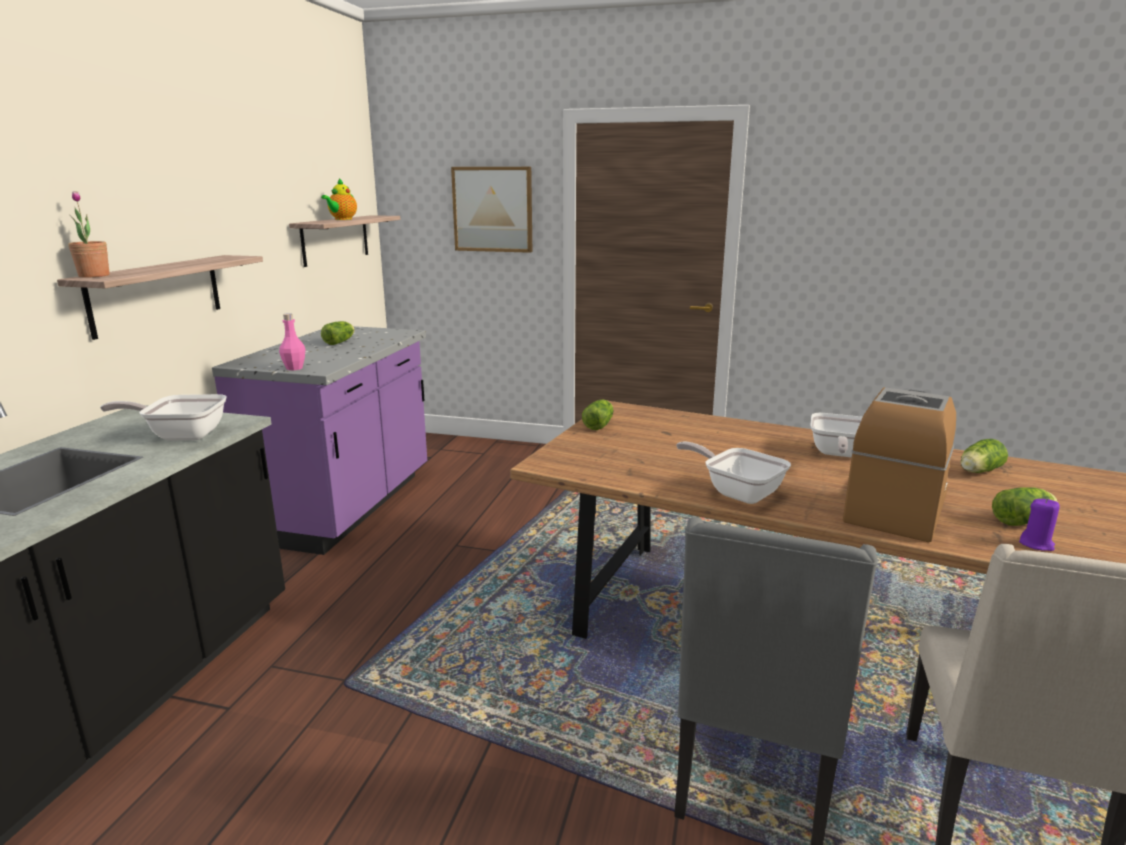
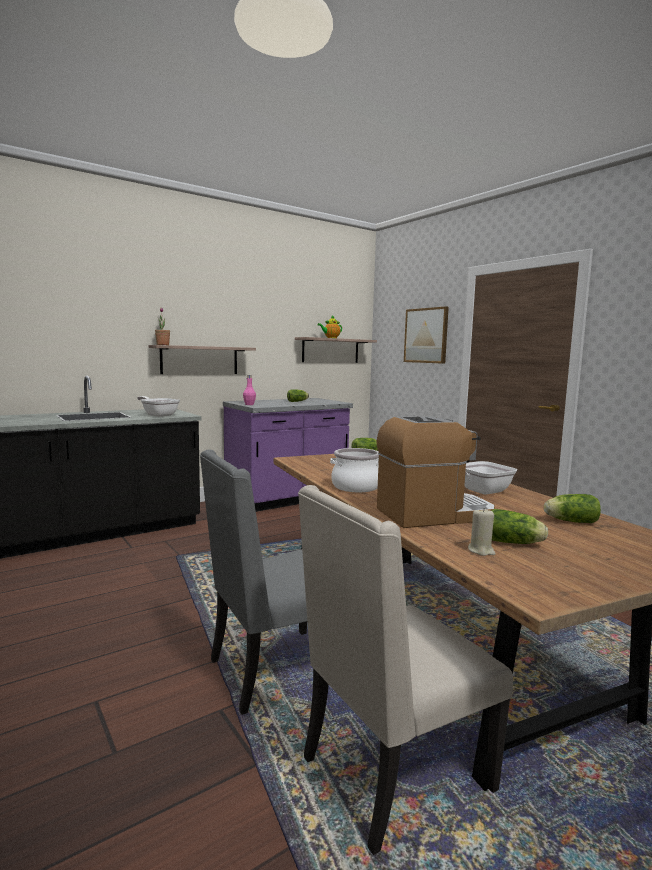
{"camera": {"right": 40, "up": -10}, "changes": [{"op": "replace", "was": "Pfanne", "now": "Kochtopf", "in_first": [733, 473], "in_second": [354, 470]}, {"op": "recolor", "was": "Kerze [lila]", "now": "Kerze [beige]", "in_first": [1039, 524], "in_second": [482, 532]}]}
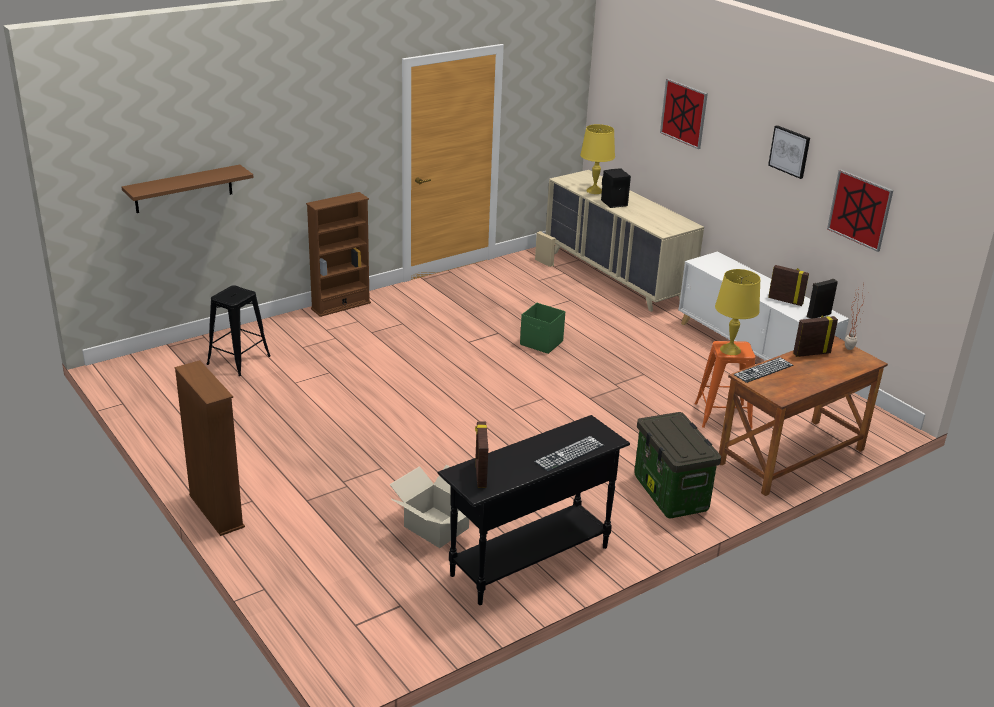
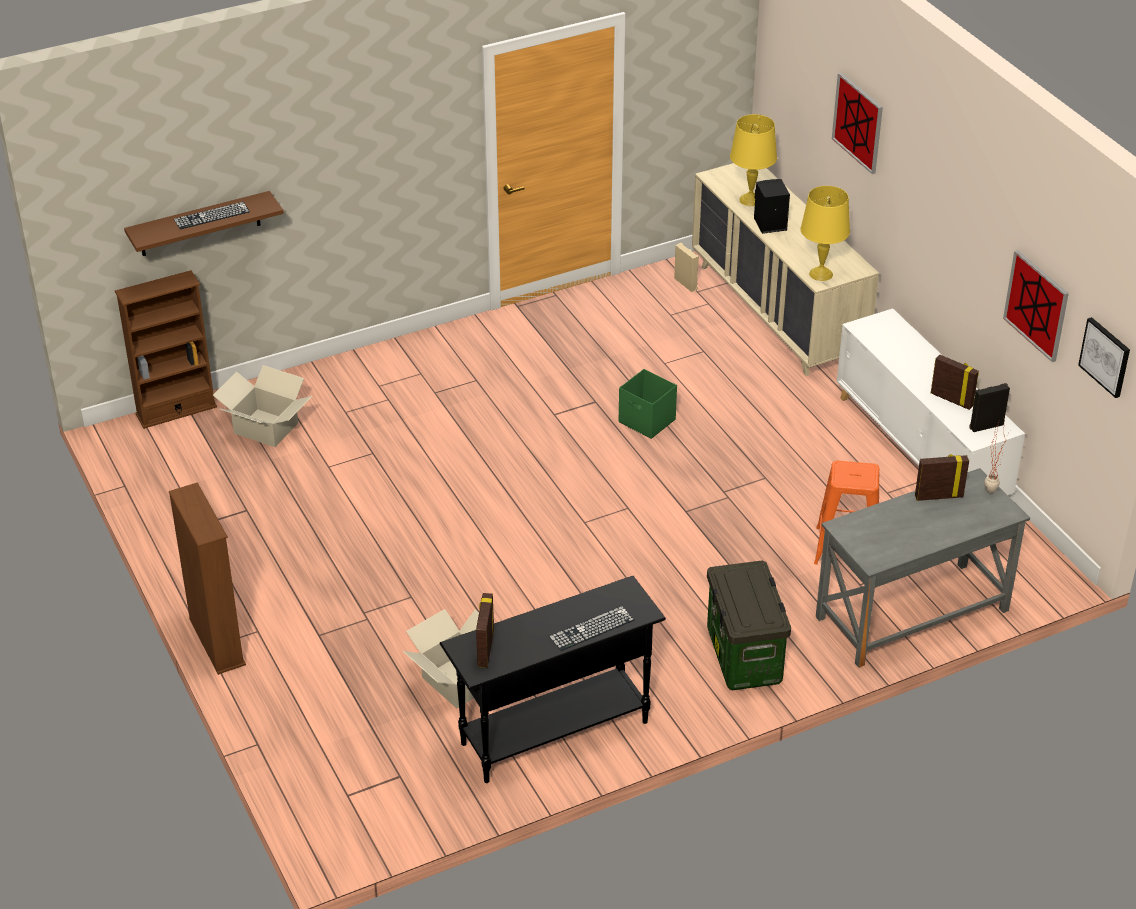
{"camera": {"right": 10, "up": 10}, "changes": [{"op": "move", "was": "Bild", "in_first": [789, 152], "in_second": [1104, 357]}, {"op": "move", "was": "Bücherregal [braun]", "in_first": [338, 254], "in_second": [166, 349]}, {"op": "move", "was": "Tischlampe [gelb]", "in_first": [737, 312], "in_second": [825, 233]}, {"op": "replace", "was": "Hocker [schwarz]", "now": "Karton", "in_first": [239, 330], "in_second": [262, 406]}, {"op": "recolor", "was": "Schreibtisch [braun]", "now": "Schreibtisch [grau]", "in_first": [803, 416], "in_second": [923, 568]}, {"op": "move", "was": "Tastatur", "in_first": [763, 370], "in_second": [212, 215]}]}
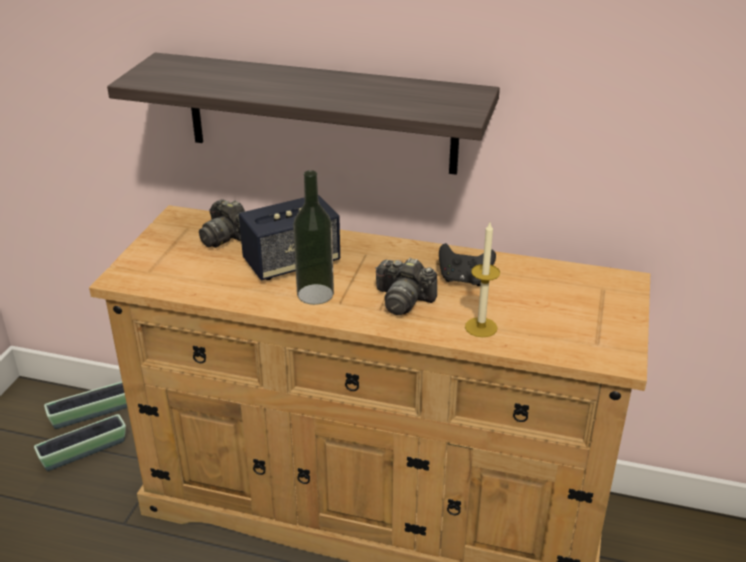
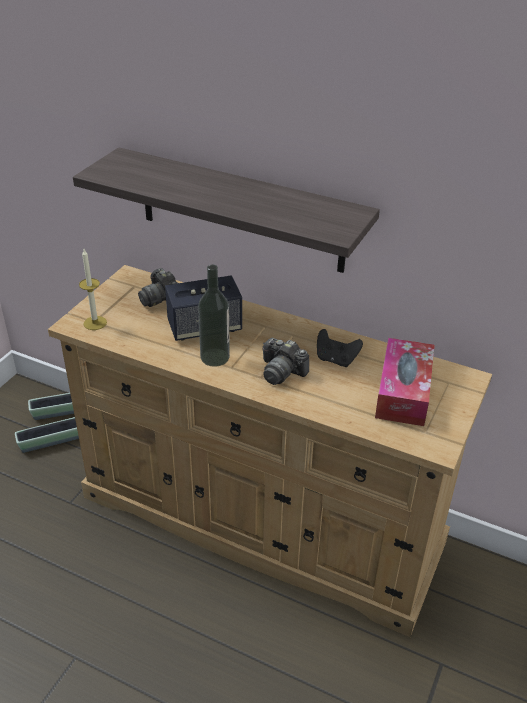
{"camera": {"right": 10, "up": 5}, "changes": [{"op": "move", "was": "Kerze", "in_first": [482, 280], "in_second": [93, 289]}, {"op": "insert", "now": "Taschentuchbox", "in_second": [405, 382]}]}
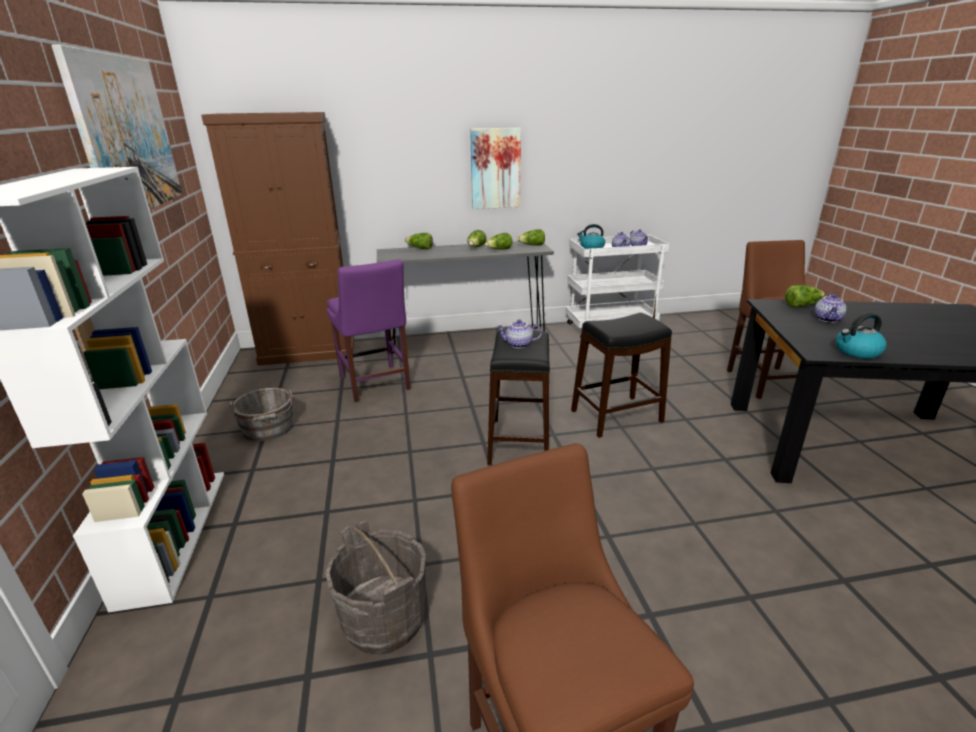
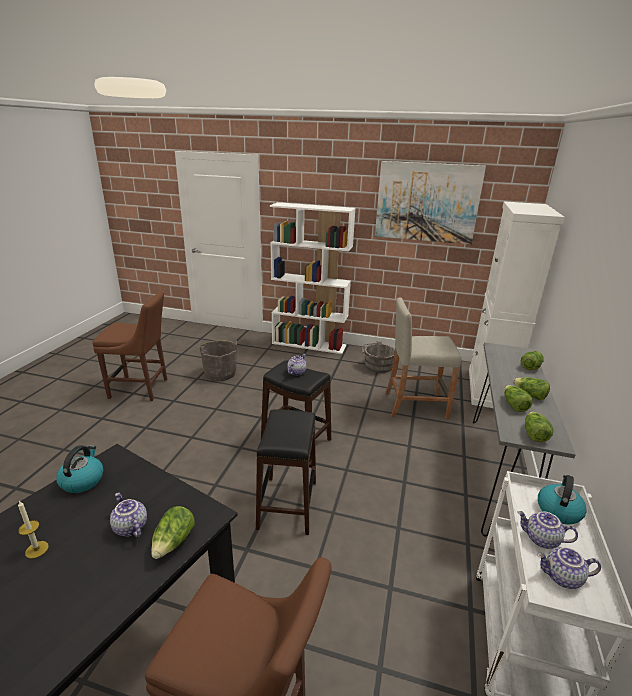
{"camera": {"right": 115, "up": 0}, "changes": [{"op": "recolor", "was": "Schrank [braun]", "now": "Schrank [weiß]", "in_first": [277, 239], "in_second": [517, 304]}, {"op": "delete", "was": "Bild", "in_first": [495, 168]}, {"op": "replace", "was": "Stuhl [lila]", "now": "Hocker [beige]", "in_first": [369, 330], "in_second": [423, 358]}, {"op": "insert", "now": "Kerze", "in_second": [33, 530]}]}
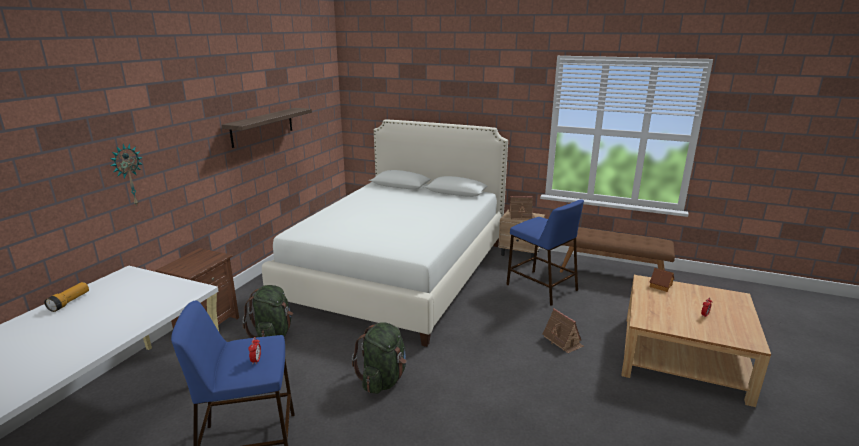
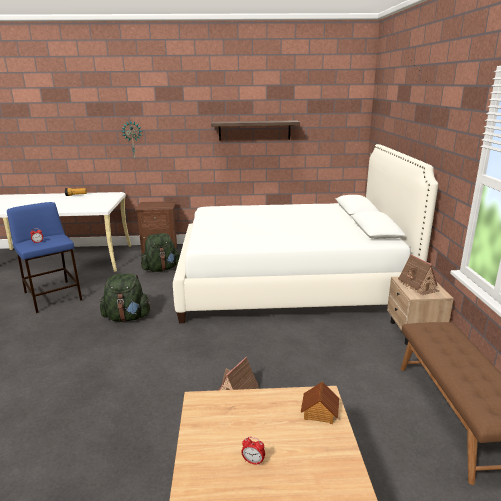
{"camera": {"right": 65, "up": 0}, "changes": [{"op": "delete", "was": "Hocker [blau]", "in_first": [545, 252]}]}
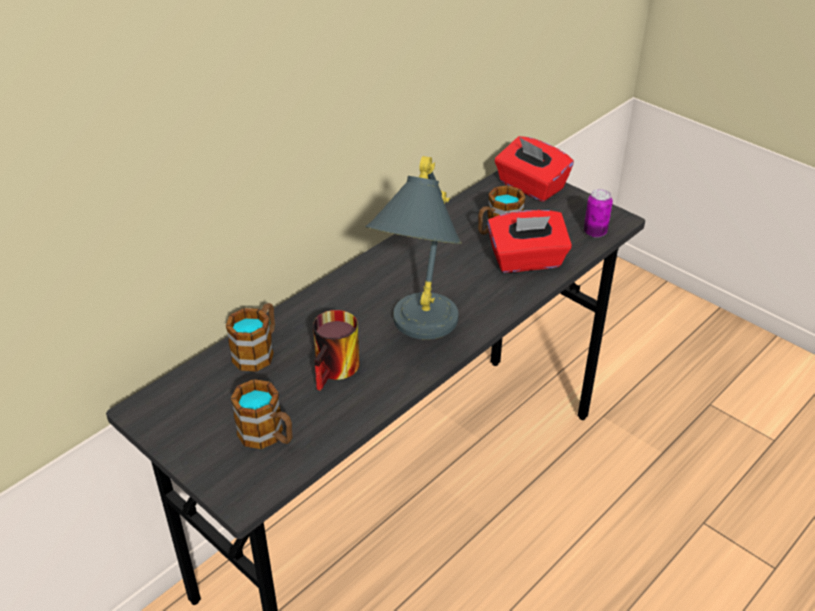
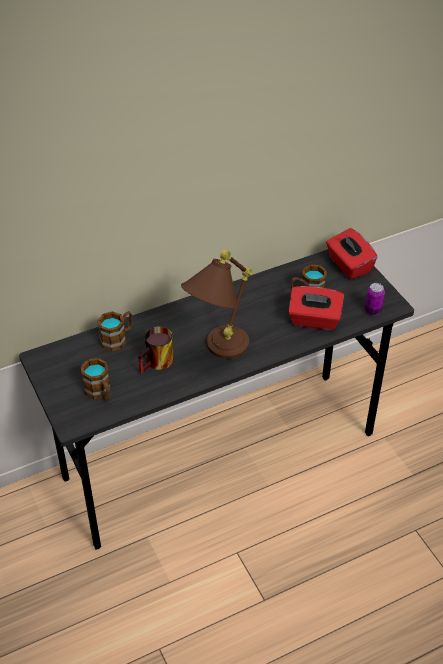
{"camera": {"right": 20, "up": 5}, "changes": [{"op": "recolor", "was": "Tischlampe [grau]", "now": "Tischlampe [braun]", "in_first": [413, 248], "in_second": [217, 304]}]}
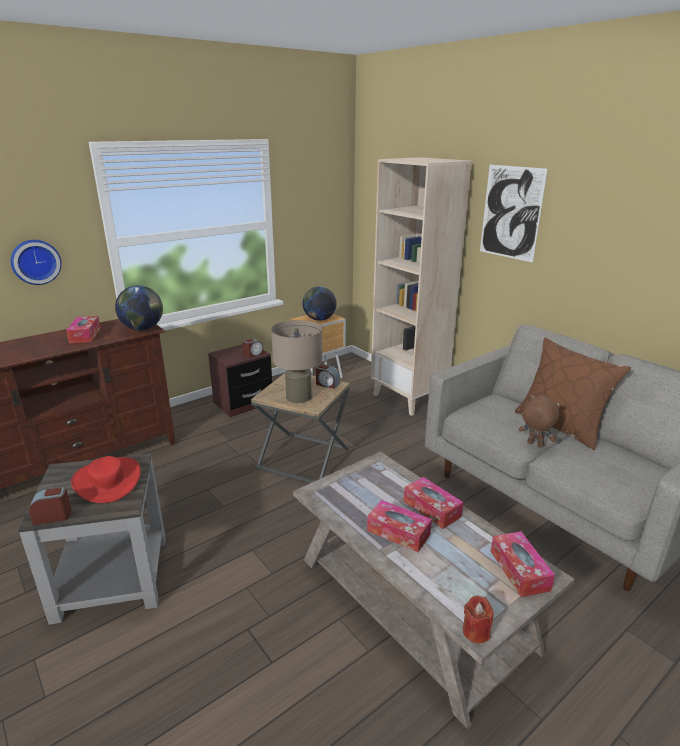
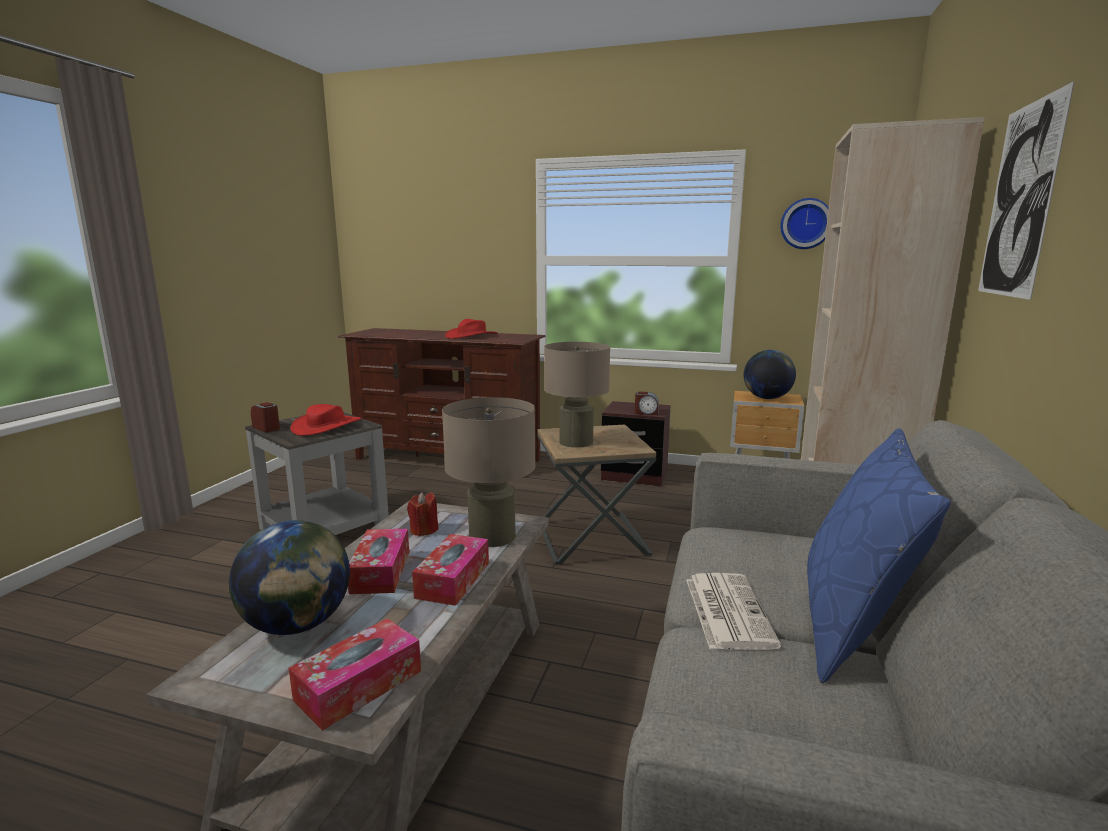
{"camera": {"right": 55, "up": -10}, "changes": [{"op": "move", "was": "Wanduhr", "in_first": [36, 262], "in_second": [804, 223]}, {"op": "move", "was": "Globus", "in_first": [139, 307], "in_second": [289, 577]}, {"op": "replace", "was": "Taschentuchbox", "now": "Hut [rot]", "in_first": [83, 329], "in_second": [471, 329]}, {"op": "recolor", "was": "Kissen [braun]", "now": "Kissen [blau]", "in_first": [573, 394], "in_second": [879, 555]}, {"op": "delete", "was": "Wecker", "in_first": [327, 376]}, {"op": "replace", "was": "Plüschtier [braun]", "now": "Zeitung", "in_first": [539, 421], "in_second": [733, 611]}, {"op": "move", "was": "Kerze [rot]", "in_first": [478, 620], "in_second": [423, 514]}, {"op": "insert", "now": "Tischlampe [beige]", "in_second": [488, 472]}]}
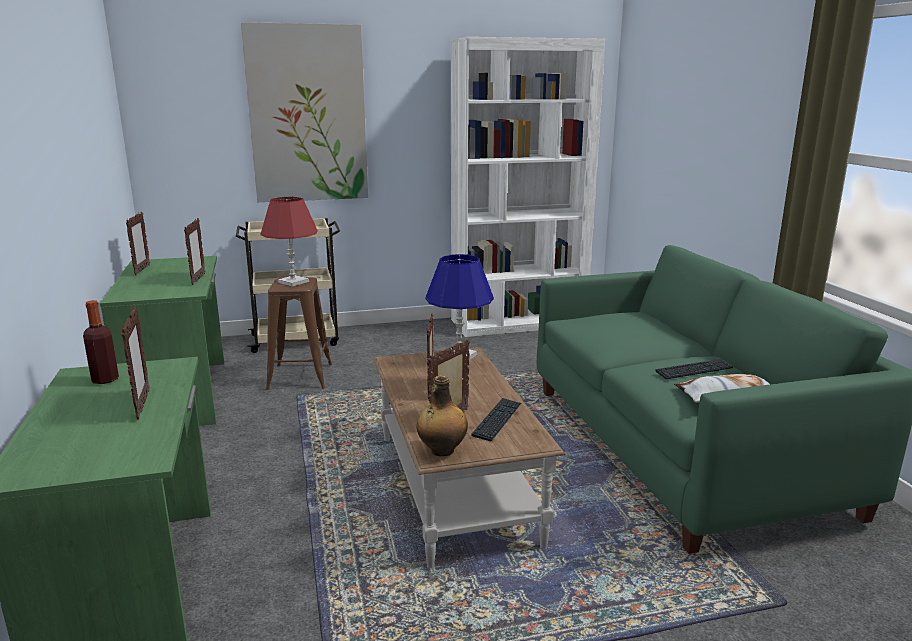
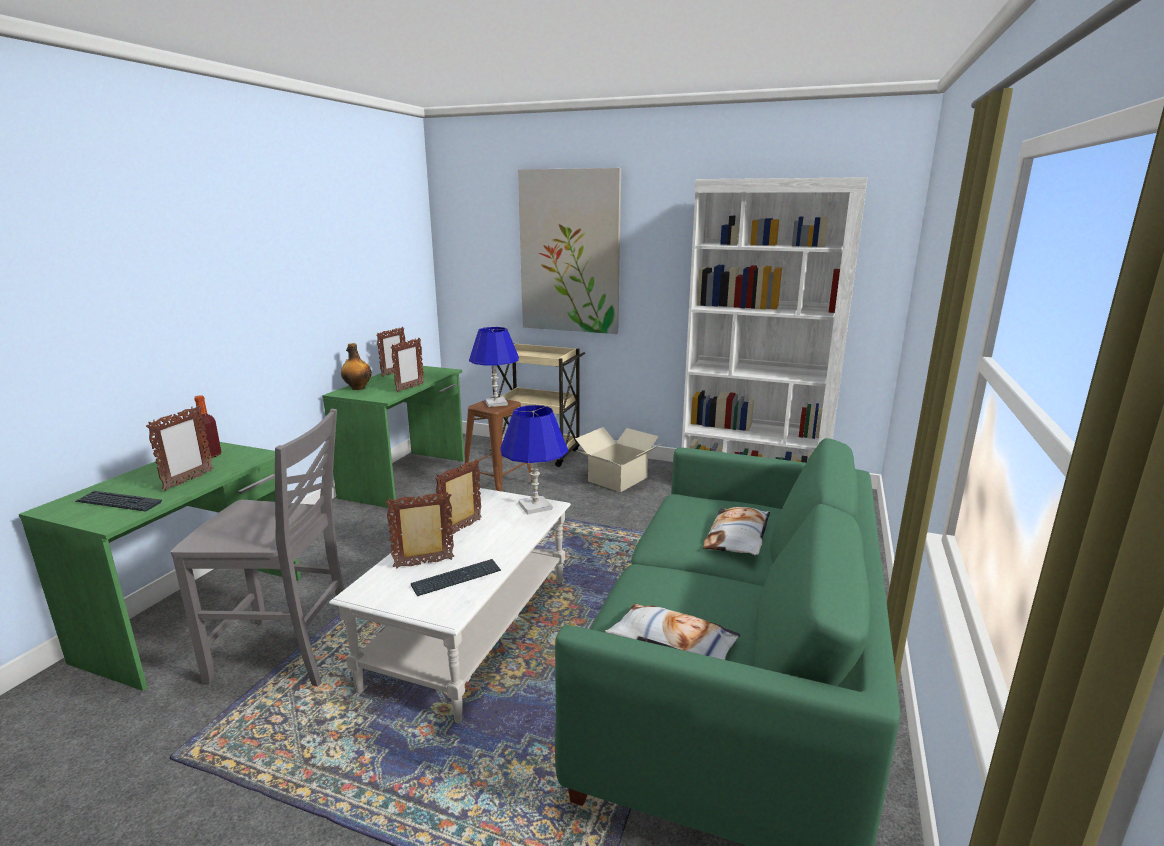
{"camera": {"right": 35, "up": 0}, "changes": [{"op": "recolor", "was": "Tischlampe [rot]", "now": "Tischlampe [blau]", "in_first": [289, 242], "in_second": [494, 367]}, {"op": "recolor", "was": "Couchtisch [braun]", "now": "Couchtisch [weiß]", "in_first": [469, 458], "in_second": [450, 605]}, {"op": "move", "was": "Tastatur", "in_first": [694, 369], "in_second": [119, 501]}, {"op": "move", "was": "Flasche", "in_first": [442, 415], "in_second": [356, 366]}, {"op": "insert", "now": "Stuhl [grau]", "in_second": [258, 548]}, {"op": "insert", "now": "Karton", "in_second": [619, 459]}, {"op": "insert", "now": "Kissen", "in_second": [736, 531]}]}
